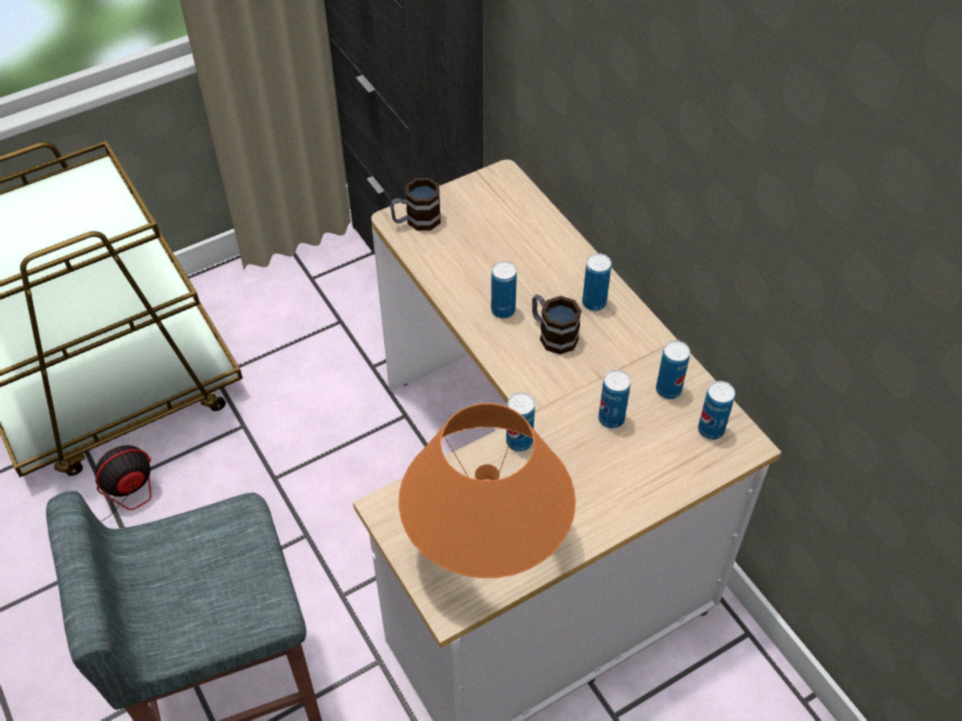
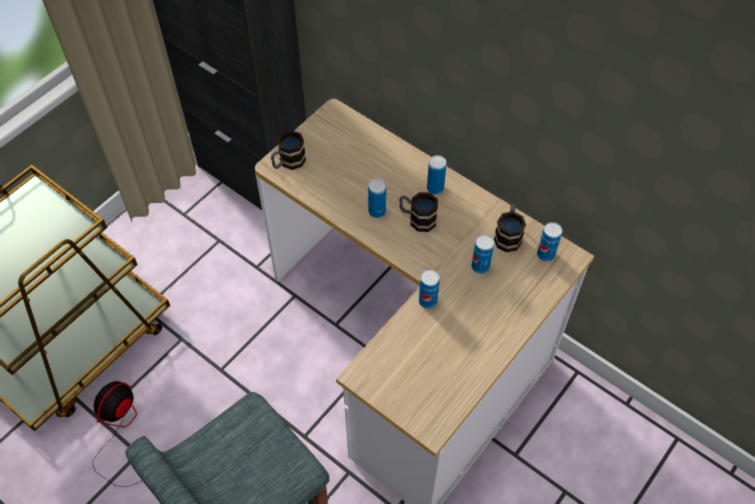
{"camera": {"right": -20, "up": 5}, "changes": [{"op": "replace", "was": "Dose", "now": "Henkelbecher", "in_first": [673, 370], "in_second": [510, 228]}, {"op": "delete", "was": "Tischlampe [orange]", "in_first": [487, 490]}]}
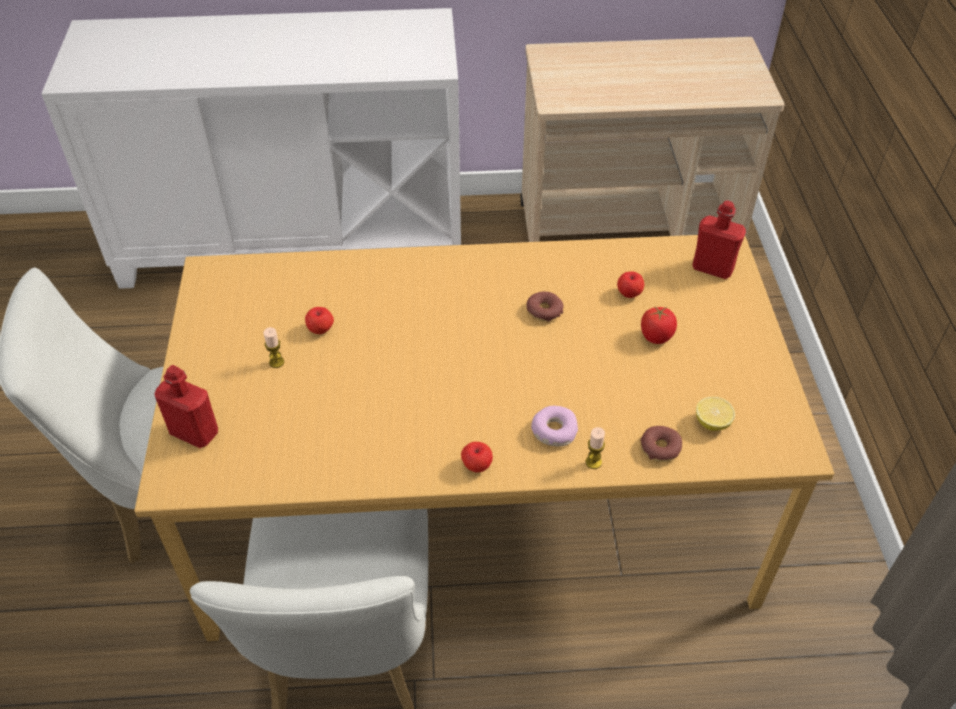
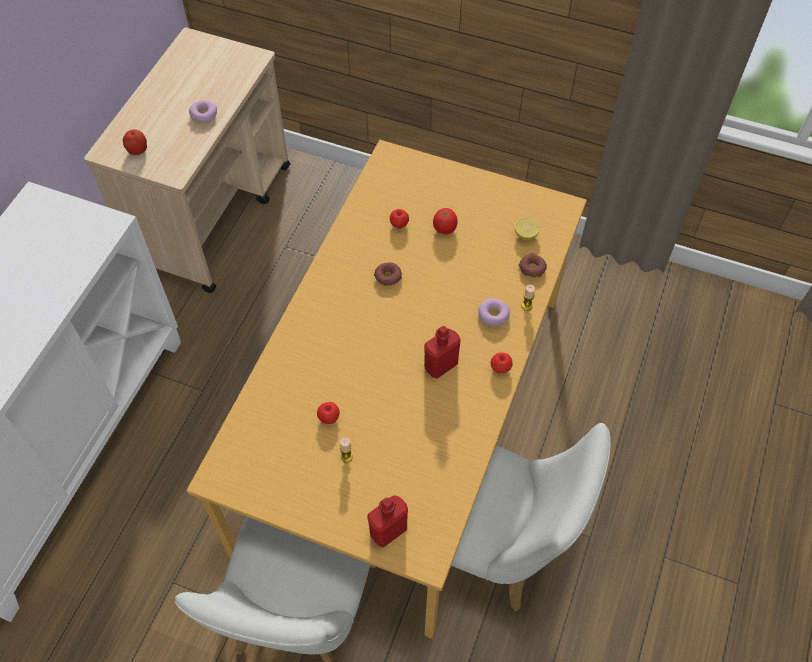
{"camera": {"right": -65, "up": 10}, "changes": [{"op": "move", "was": "Flasche [rot]", "in_first": [719, 240], "in_second": [442, 352]}, {"op": "insert", "now": "Donut", "in_second": [203, 112]}, {"op": "insert", "now": "Apfel", "in_second": [135, 142]}]}
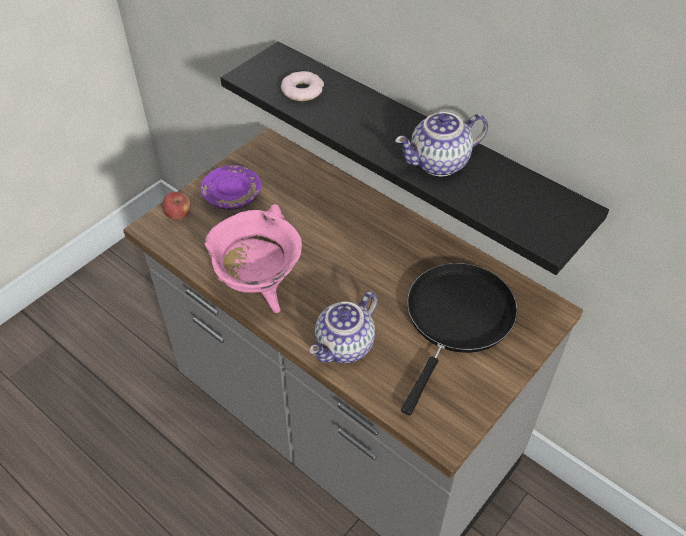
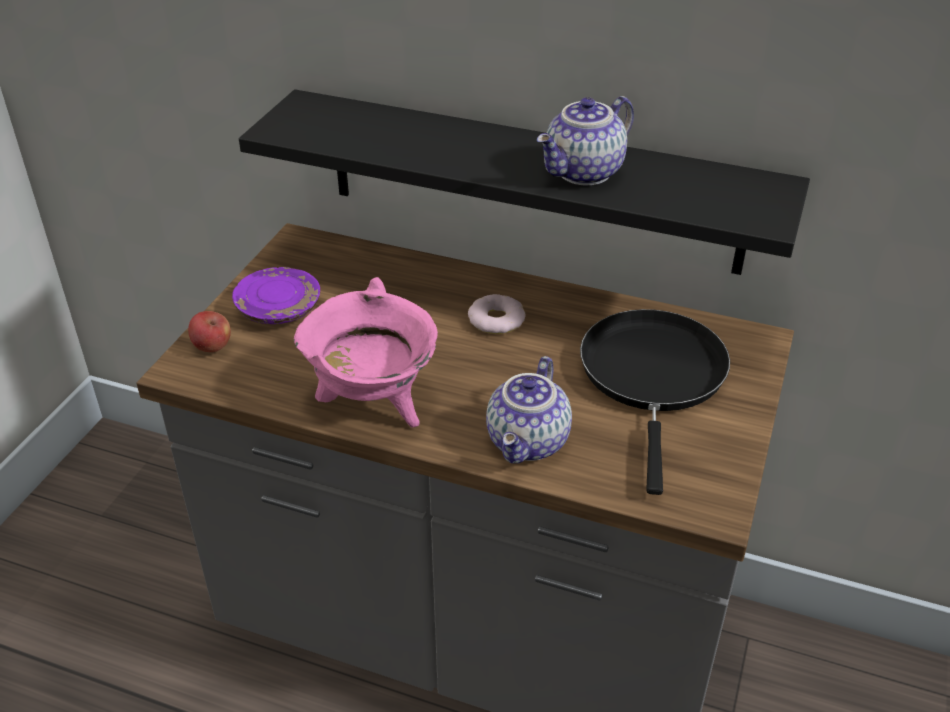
{"camera": {"right": -20, "up": -10}, "changes": [{"op": "move", "was": "Donut", "in_first": [302, 86], "in_second": [497, 314]}]}
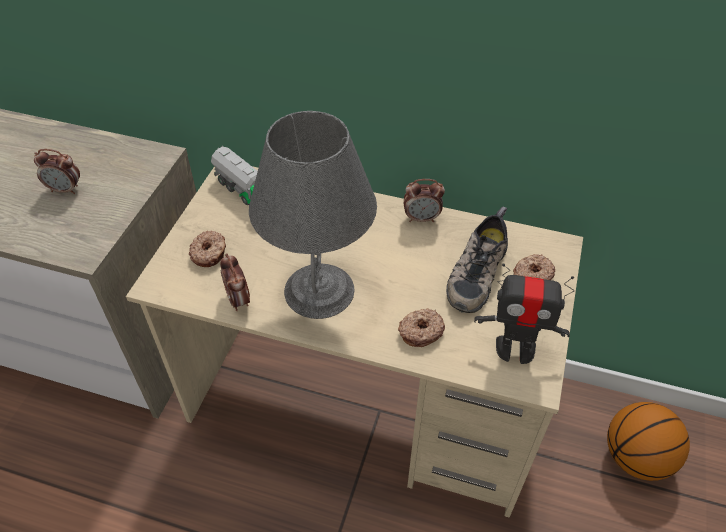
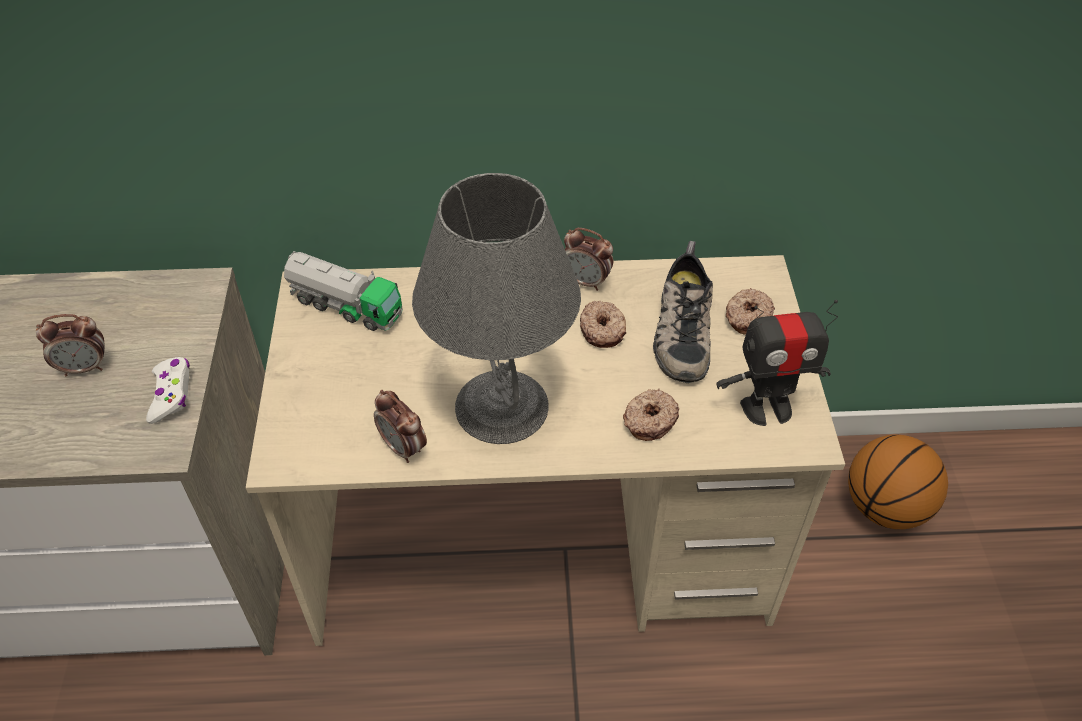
{"camera": {"right": -20, "up": 0}, "changes": [{"op": "rotate", "was": "Wecker", "in_first": [424, 200], "in_second": [588, 259], "clockwise": 45}, {"op": "move", "was": "Donut", "in_first": [207, 248], "in_second": [603, 324]}, {"op": "insert", "now": "Gamepad [weiß]", "in_second": [168, 390]}]}
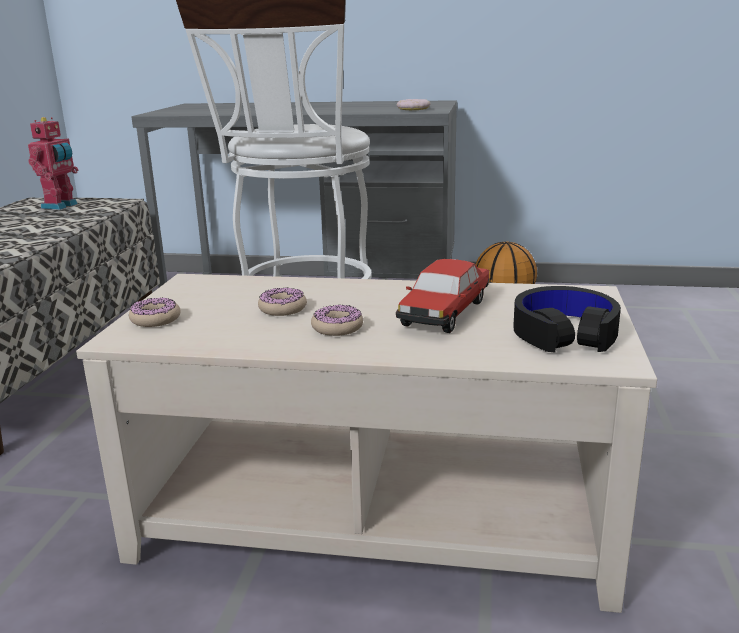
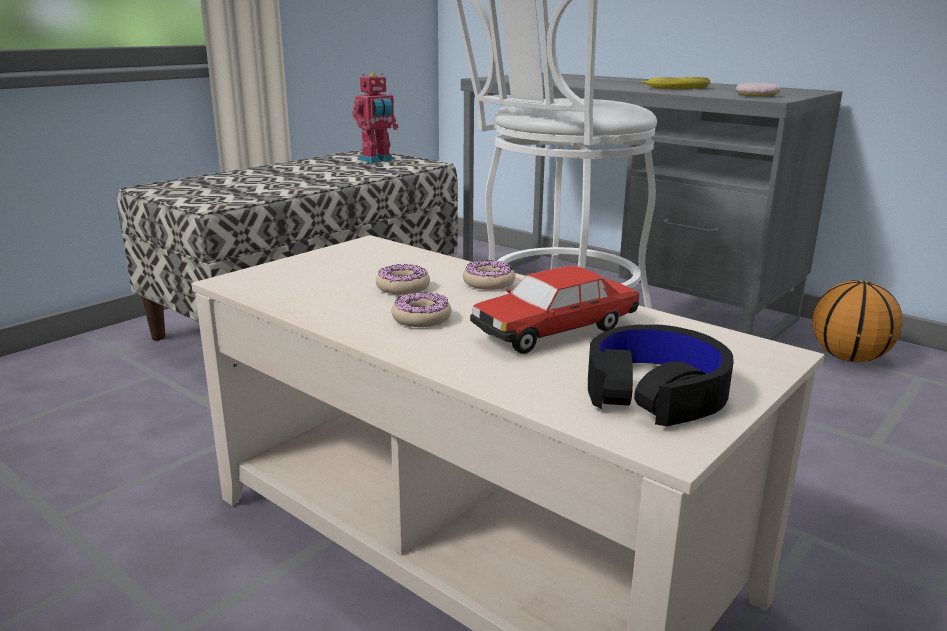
{"camera": {"right": 30, "up": 0}, "changes": [{"op": "move", "was": "Donut", "in_first": [154, 312], "in_second": [489, 275]}, {"op": "insert", "now": "Banane", "in_second": [675, 83]}]}
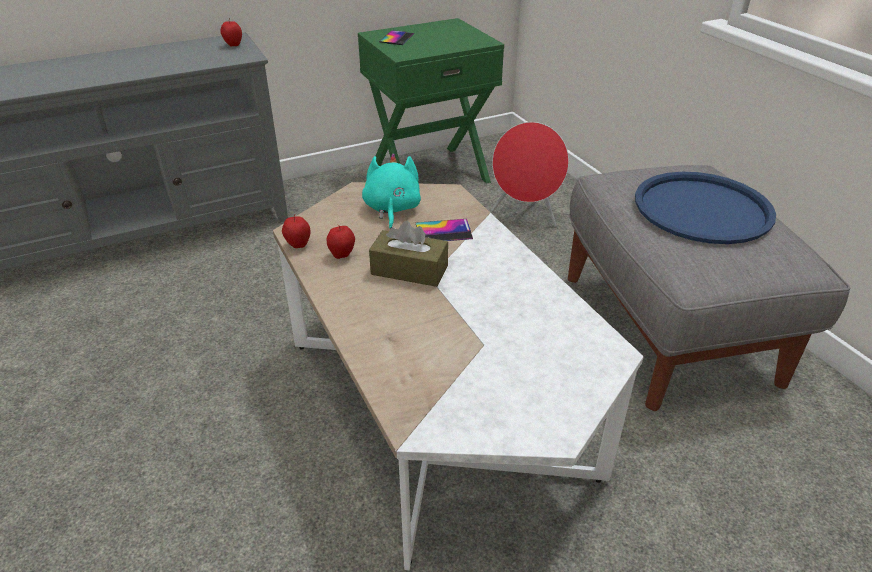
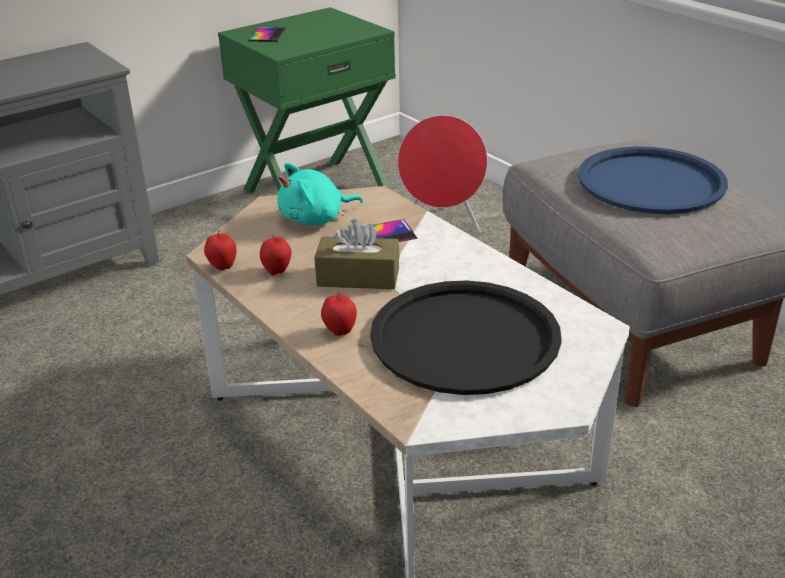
{"camera": {"right": -10, "up": -5}, "changes": [{"op": "move", "was": "Apfel", "in_first": [231, 32], "in_second": [339, 314]}, {"op": "rotate", "was": "Plüschtier [türkis]", "in_first": [391, 191], "in_second": [320, 194], "clockwise": -105}, {"op": "insert", "now": "Tablett [schwarz]", "in_second": [466, 338]}]}
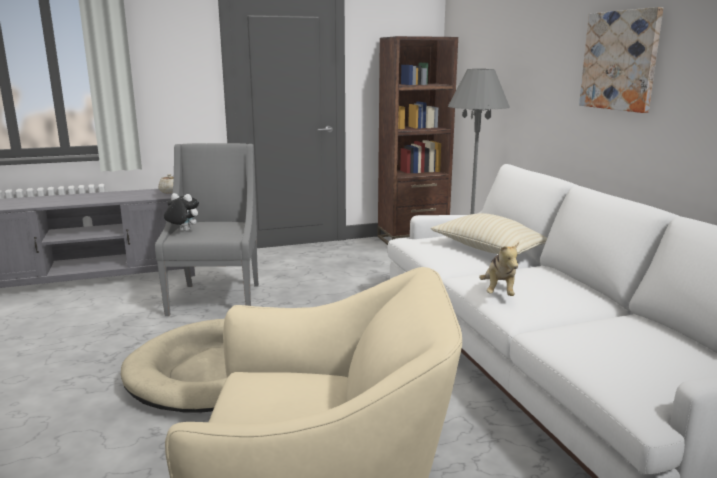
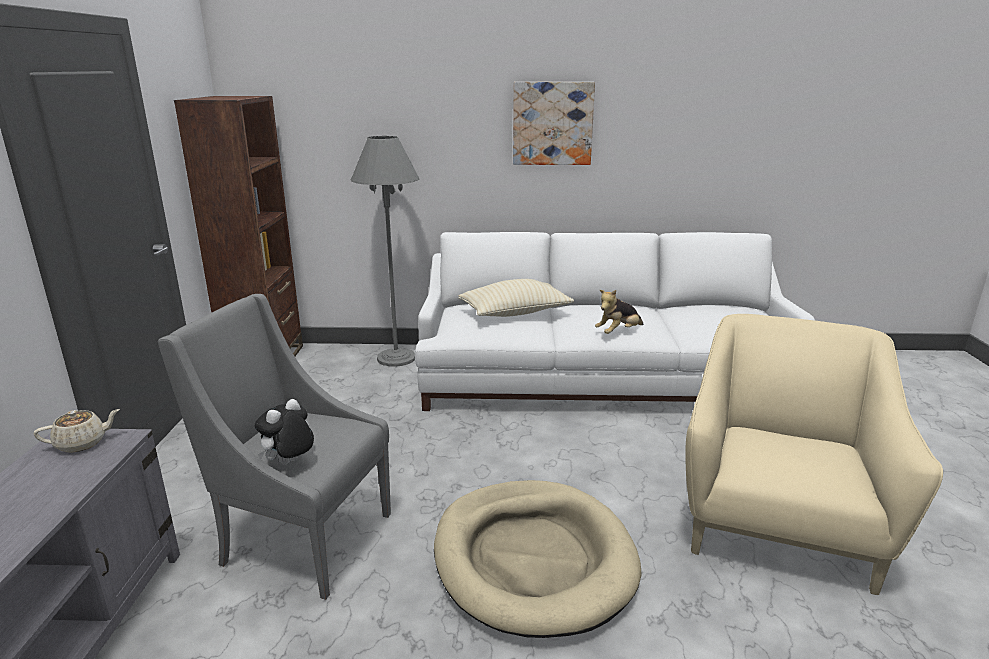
{"camera": {"right": -70, "up": 5}, "changes": [{"op": "rotate", "was": "Plüschtier", "in_first": [499, 269], "in_second": [619, 312], "clockwise": 120}]}
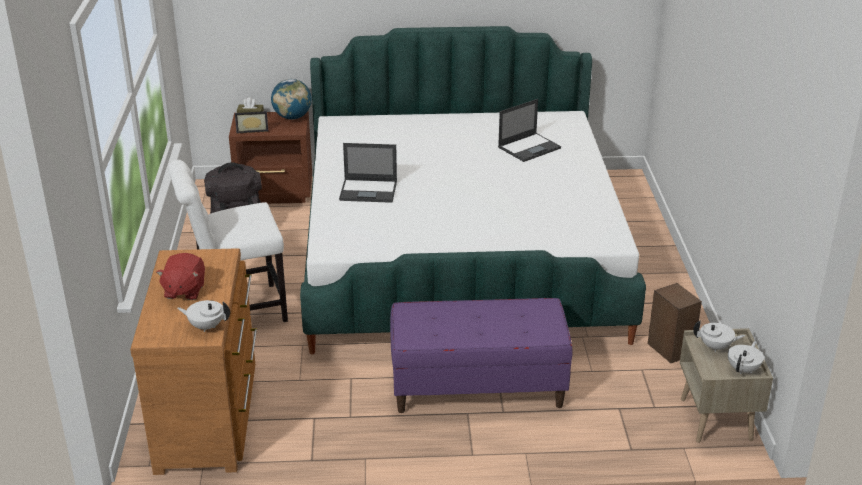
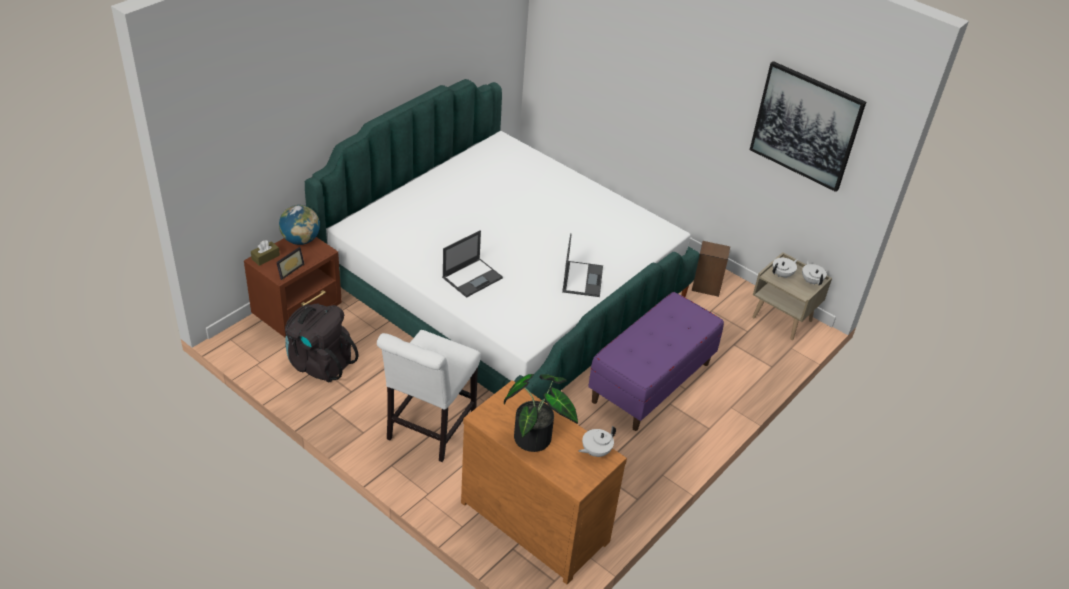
{"camera": {"right": -50, "up": 10}, "changes": [{"op": "move", "was": "Laptop", "in_first": [529, 130], "in_second": [582, 265]}, {"op": "replace", "was": "Plüschtier [rot]", "now": "Topfpflanze", "in_first": [180, 276], "in_second": [541, 413]}, {"op": "insert", "now": "Bild", "in_second": [808, 126]}]}
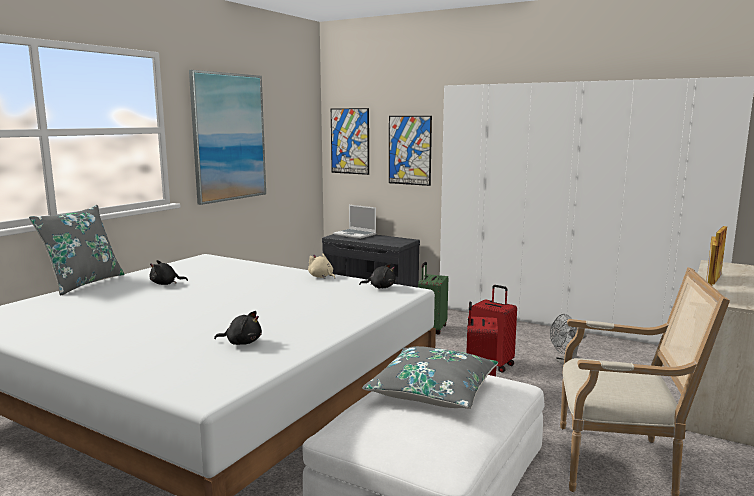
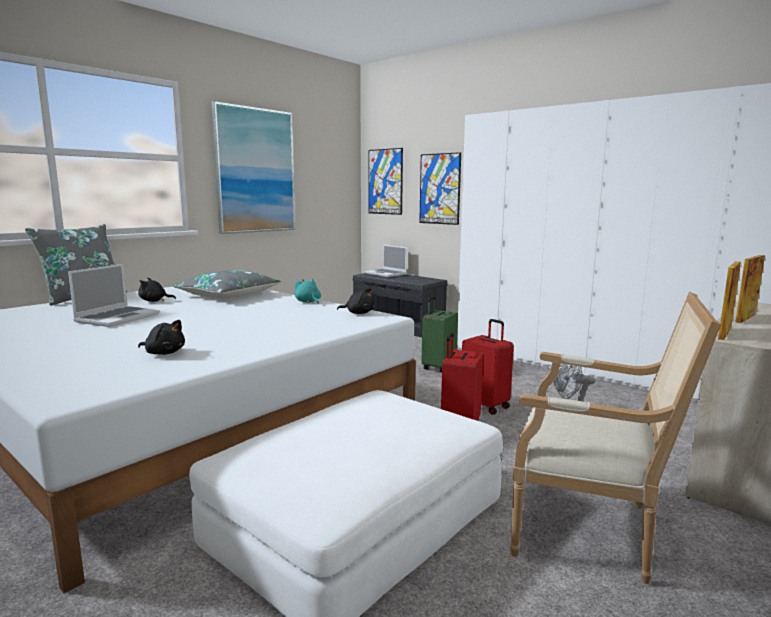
{"camera": {"right": 10, "up": 0}, "changes": [{"op": "recolor", "was": "Plüschtier [beige]", "now": "Plüschtier [türkis]", "in_first": [321, 266], "in_second": [307, 290]}, {"op": "move", "was": "Kissen [grau]", "in_first": [430, 377], "in_second": [227, 284]}, {"op": "insert", "now": "Laptop", "in_second": [114, 295]}]}
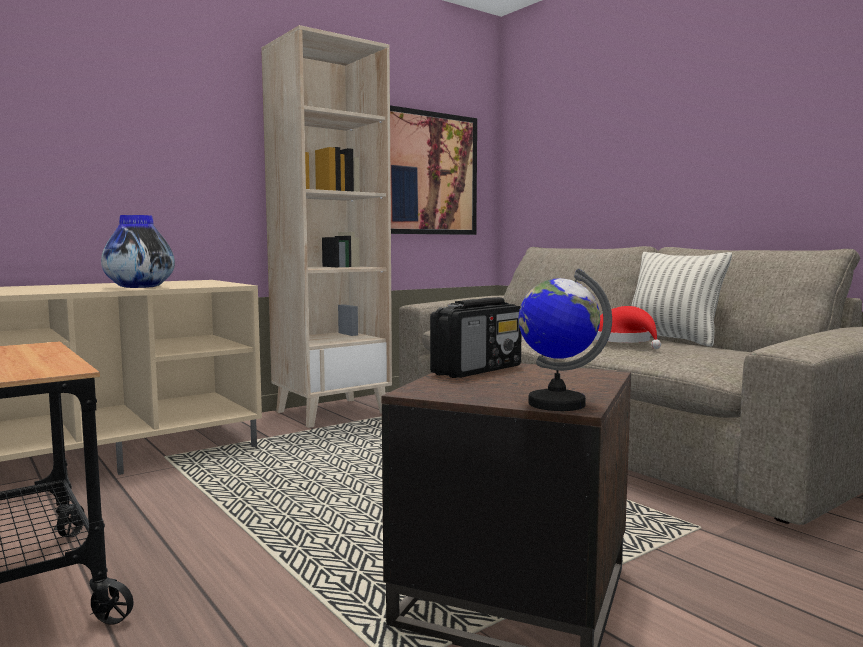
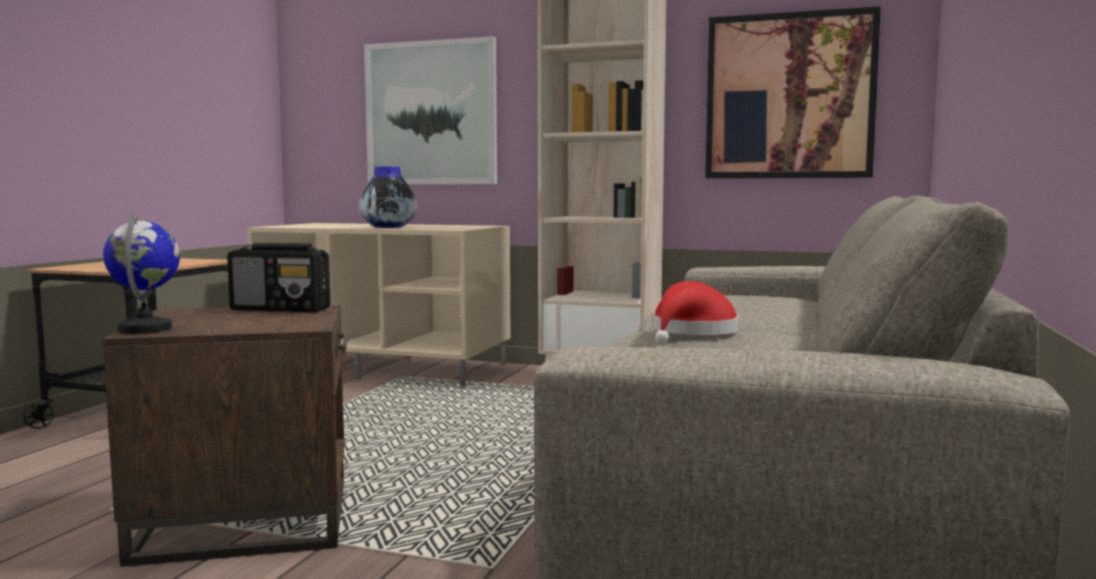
{"camera": {"right": 55, "up": 0}, "changes": [{"op": "delete", "was": "Kissen", "in_first": [681, 299]}, {"op": "insert", "now": "Bild", "in_second": [430, 110]}]}
